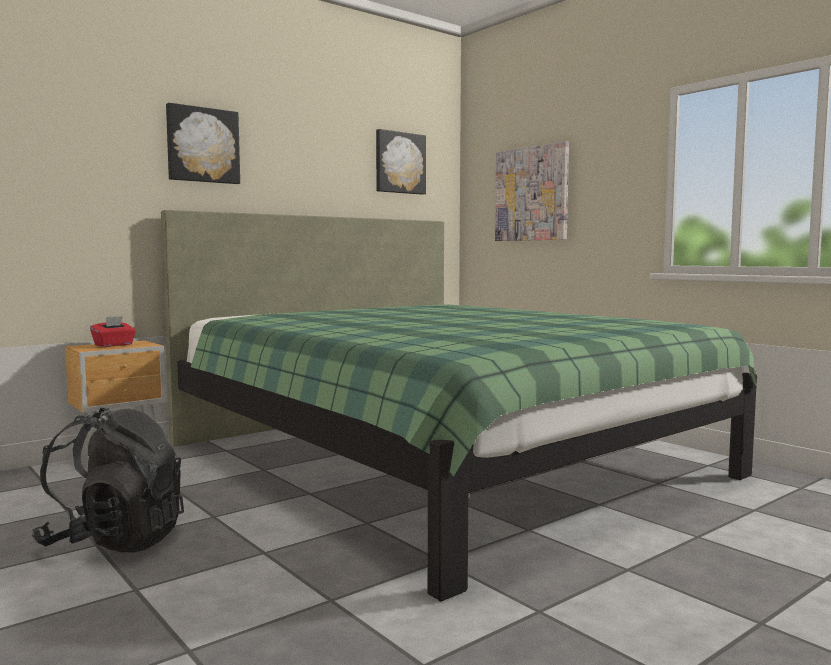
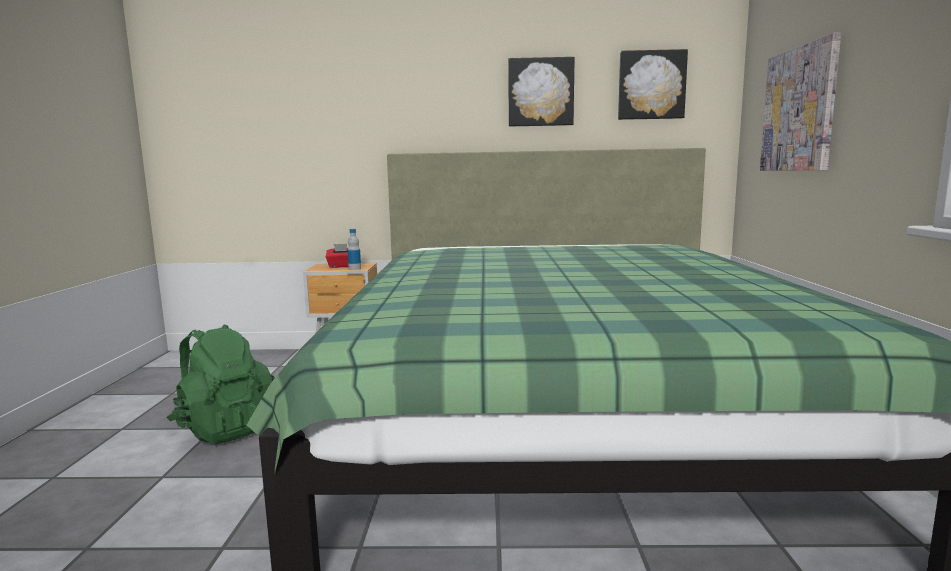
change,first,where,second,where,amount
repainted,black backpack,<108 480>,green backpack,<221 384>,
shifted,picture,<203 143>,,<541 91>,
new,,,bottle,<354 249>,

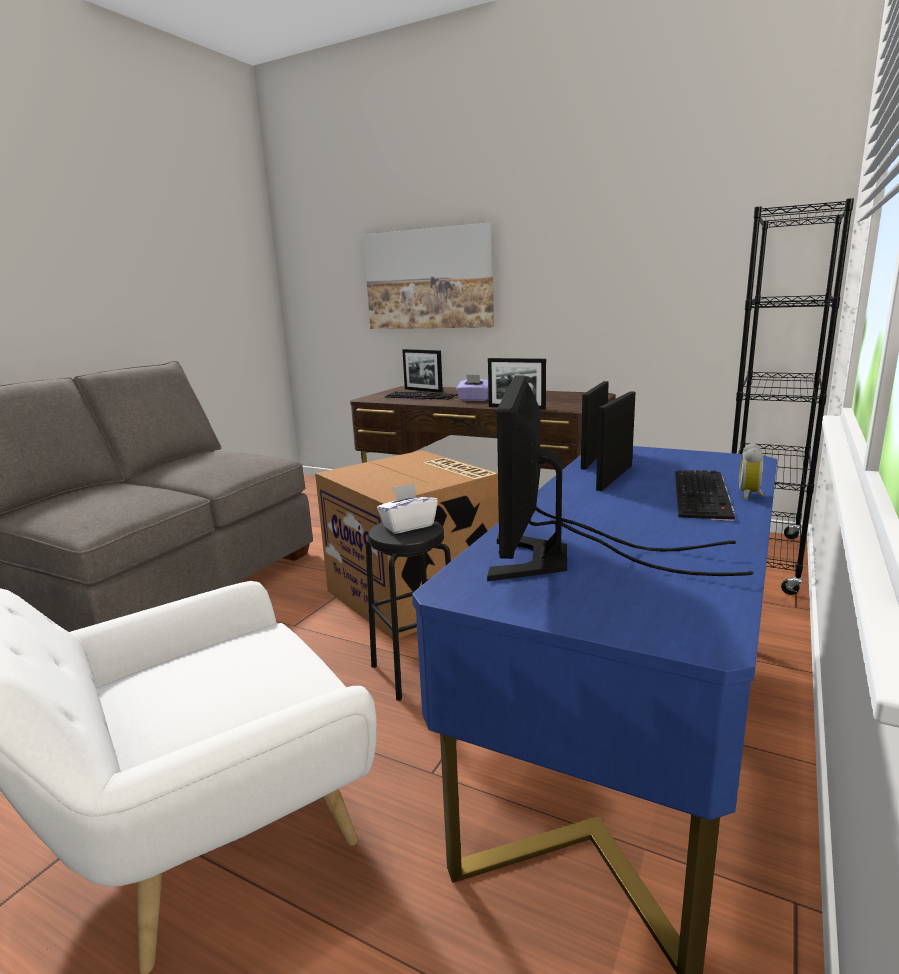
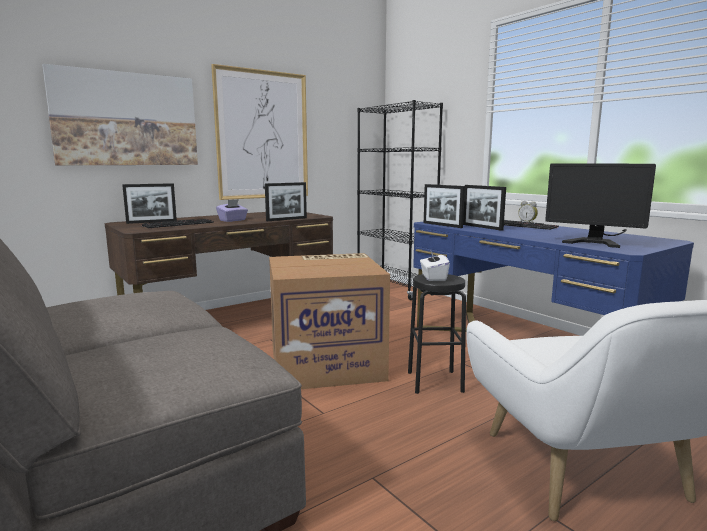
change,first,where,second,where,amount
new,,,picture,<259 132>,

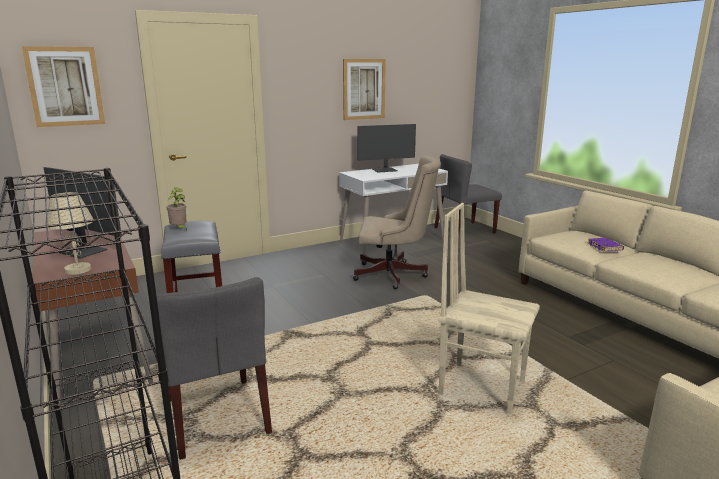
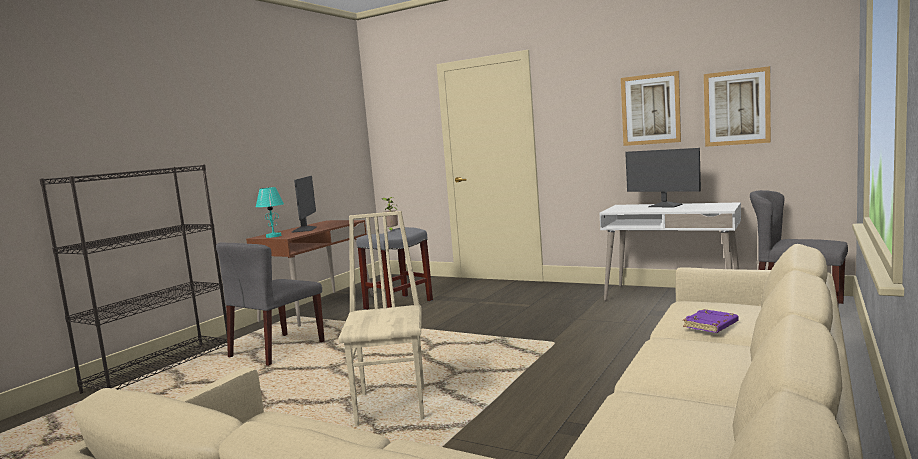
change,first,where,second,where,amount
shifted,picture,<63 86>,,<737 106>,
repainted,beige table lamp,<69 233>,turquoise table lamp,<270 212>,
gone,beige office chair,<397 222>,,,

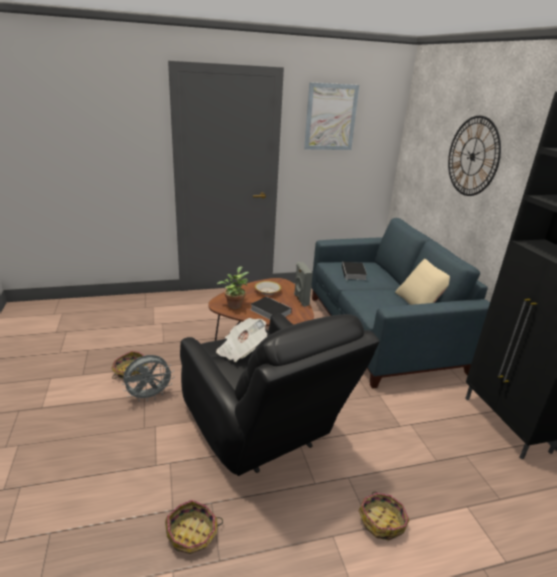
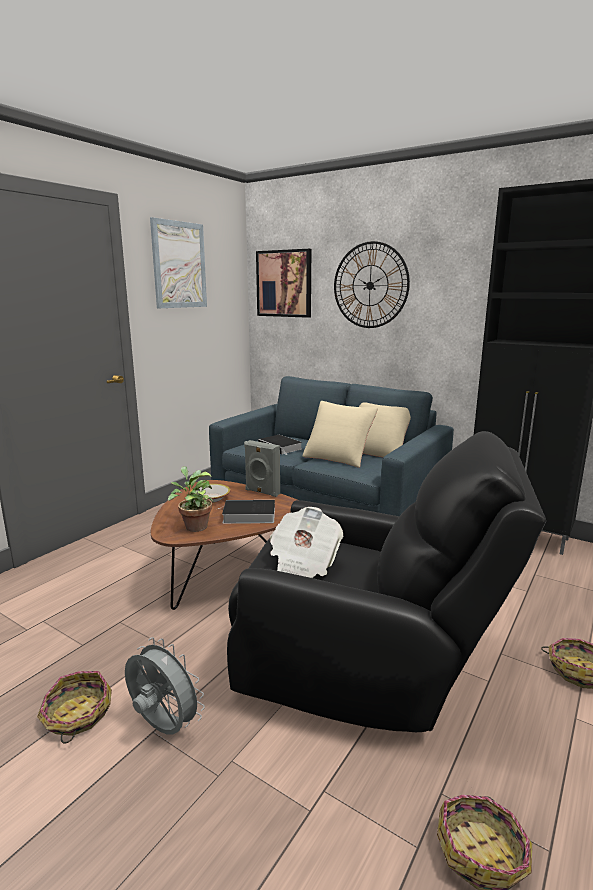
change,first,where,second,where,amount
rotated,grey fan,<148 378>,,<165 686>,75 degrees counterclockwise
new,,,picture,<283 283>,
new,,,beige pillow,<340 434>,

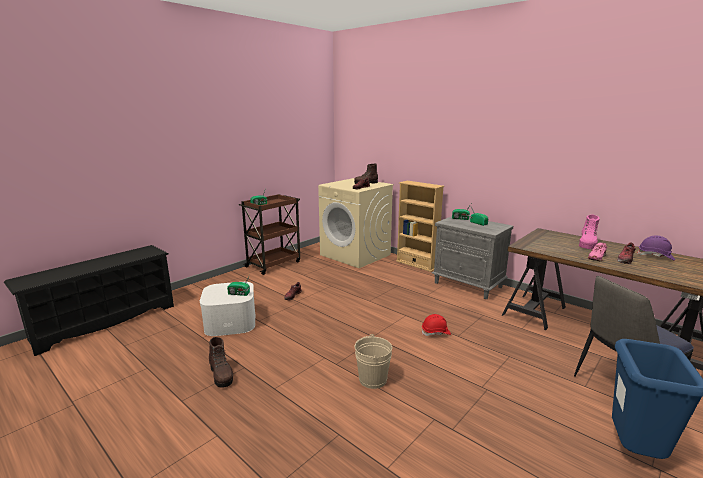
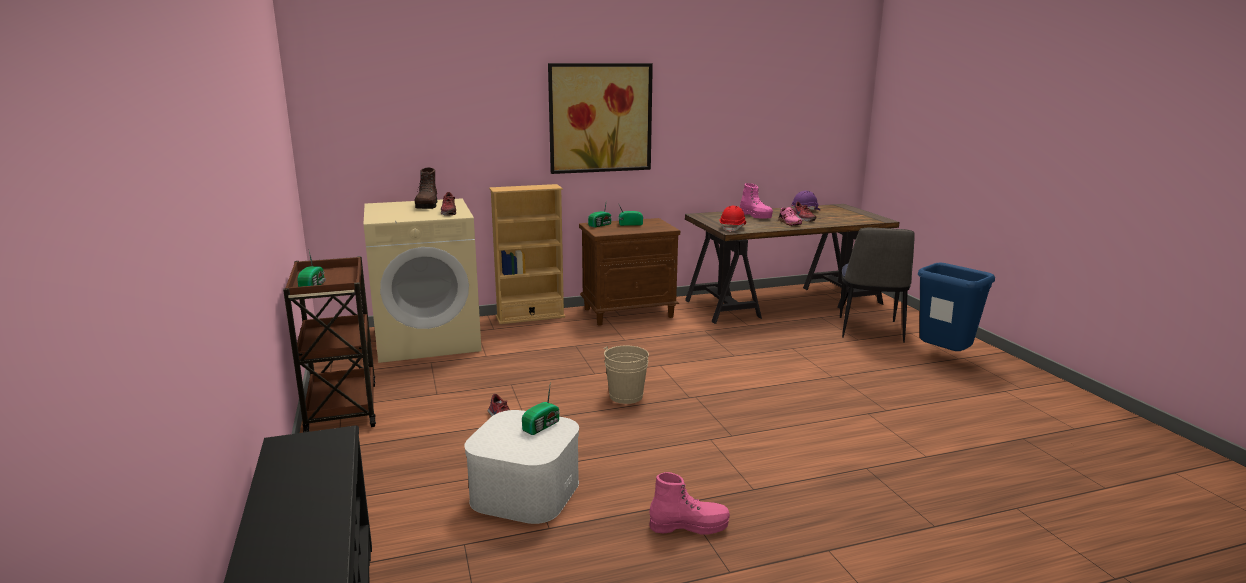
change,first,where,second,where,amount
repainted,brown boot,<221 362>,pink boot,<689 503>,
shifted,beige bucket,<373 361>,,<626 375>,
shifted,red hard hat,<436 325>,,<732 219>,
repainted,grey nightstand,<472 257>,brown nightstand,<629 272>,
new,,,picture,<600 118>,

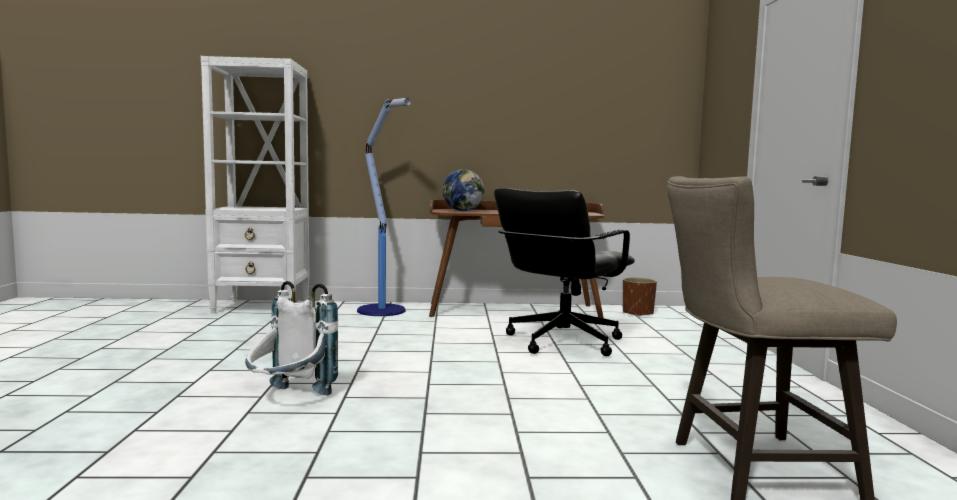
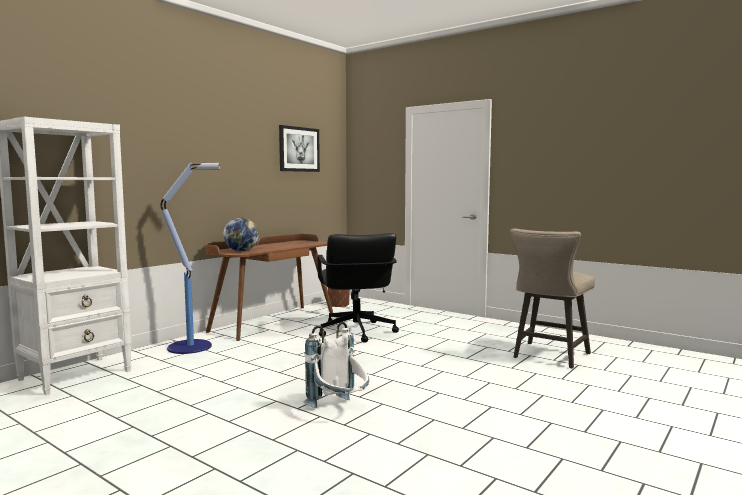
change,first,where,second,where,amount
new,,,picture,<299 148>,

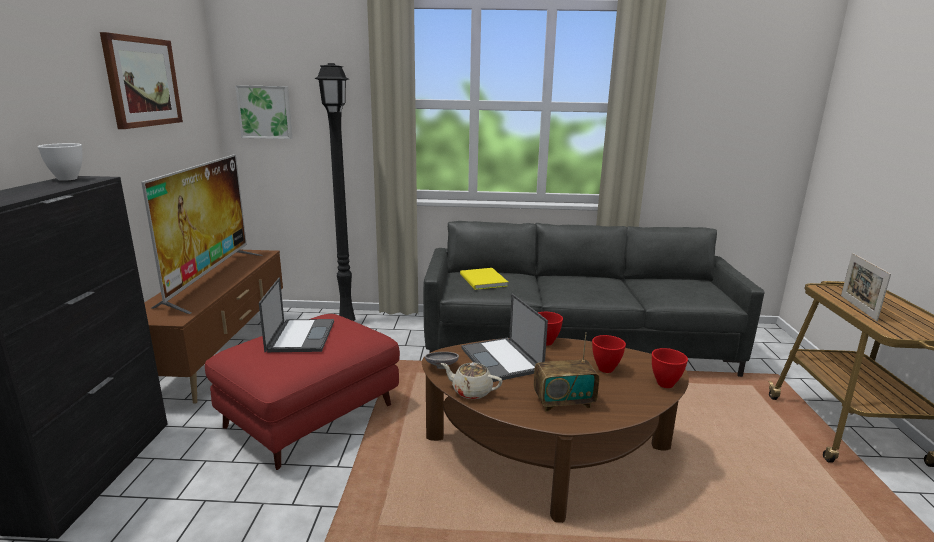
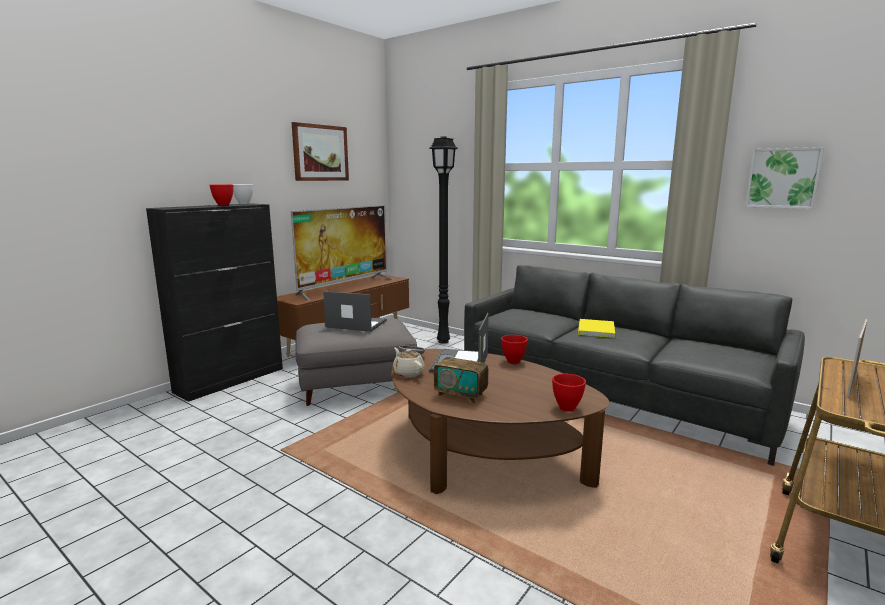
change,first,where,second,where,amount
repainted,red ottoman,<302 392>,grey ottoman,<356 362>,
shifted,picture,<263 112>,,<784 178>,
rotated,laptop,<296 314>,,<355 311>,105 degrees counterclockwise
shifted,yellow book,<484 279>,,<596 328>,
shifted,red bowl,<609 354>,,<221 195>,

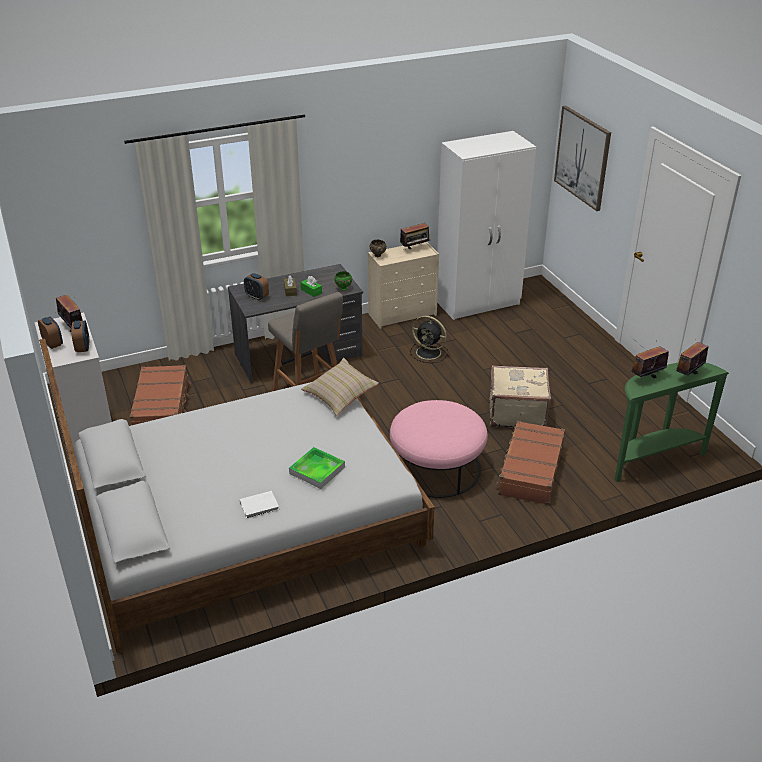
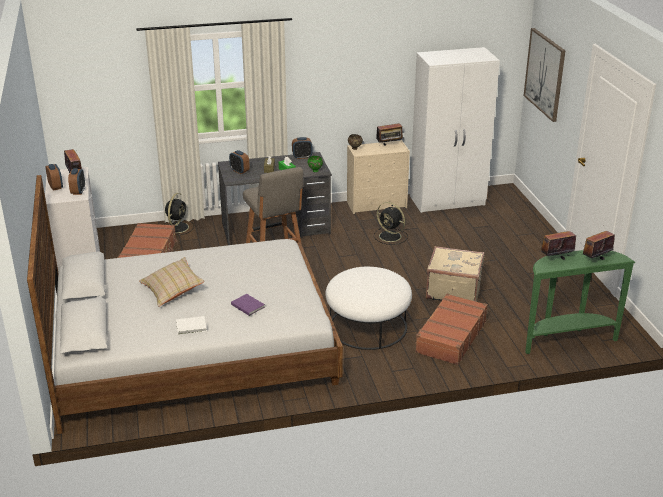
change,first,where,second,where,amount
swapped,tray,<317 468>,purple book,<248 305>,
shifted,beige pillow,<340 387>,,<172 282>,
repainted,pink ottoman,<439 449>,white ottoman,<368 308>,
new,,,black fan,<179 214>,
new,,,alarm clock,<302 148>,

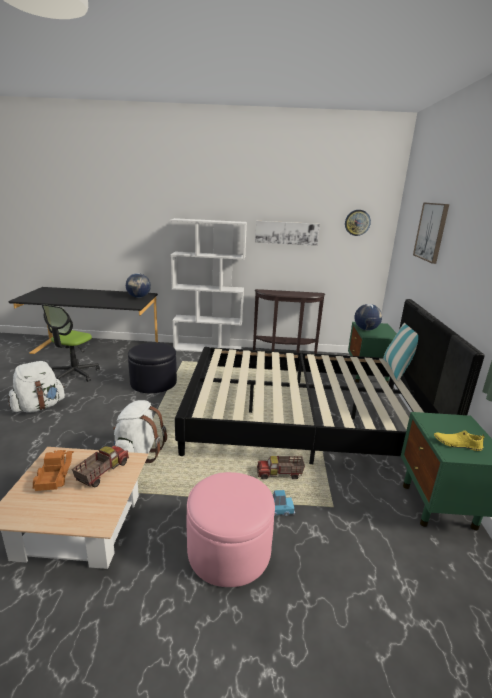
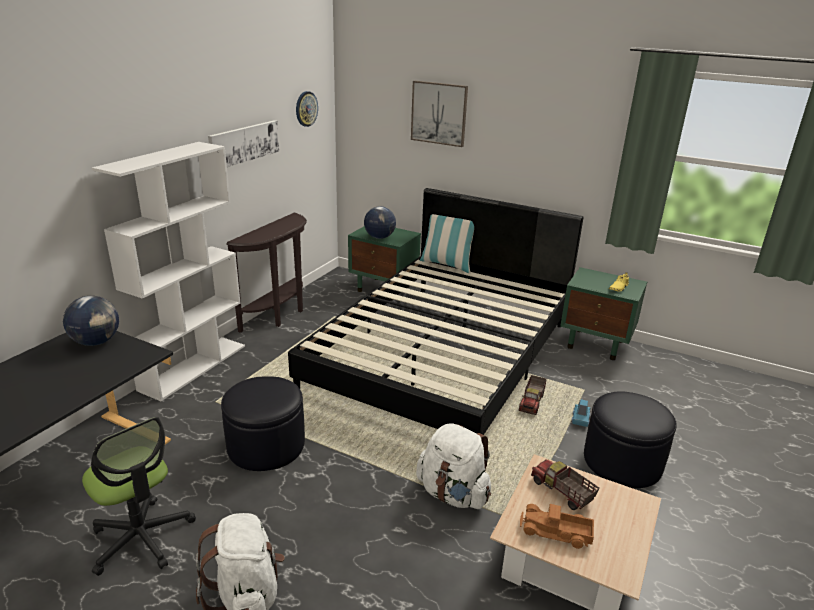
change,first,where,second,where,amount
repainted,pink ottoman,<231 529>,black ottoman,<630 439>,

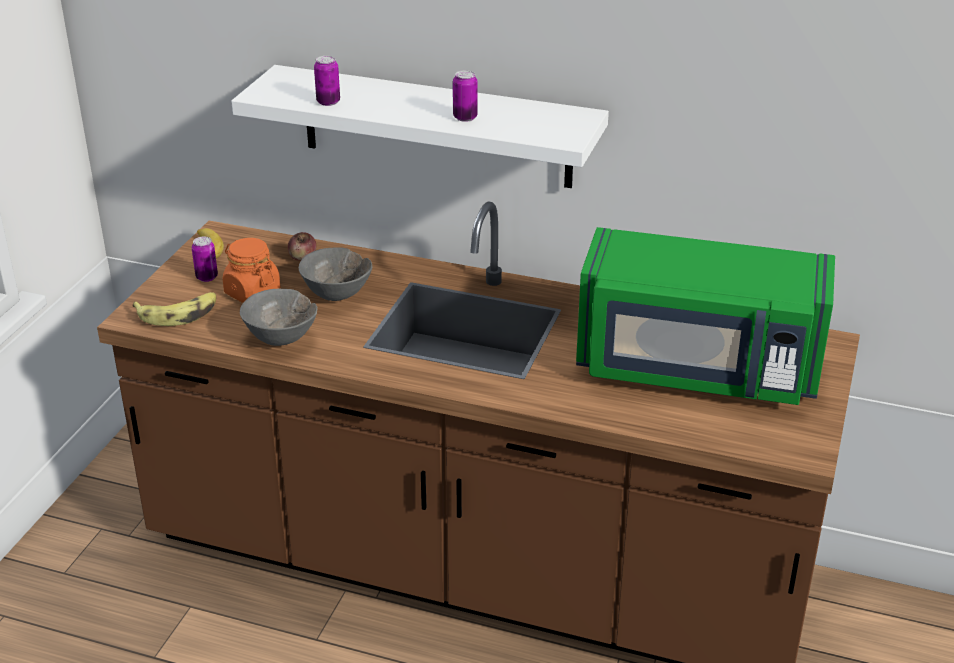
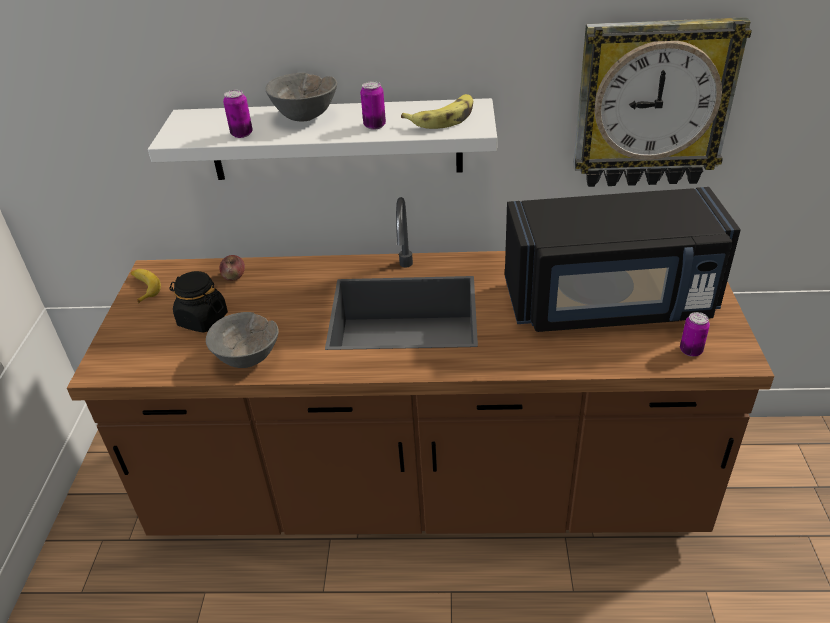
change,first,where,second,where,amount
shifted,banana,<174 309>,,<437 111>,
shifted,can,<205 259>,,<695 334>,
repainted,orange jar,<252 270>,black jar,<198 302>,
shifted,grey bowl,<335 274>,,<301 97>,
repainted,green microwave,<705 316>,black microwave,<623 259>,
new,,,wall clock,<662 102>,

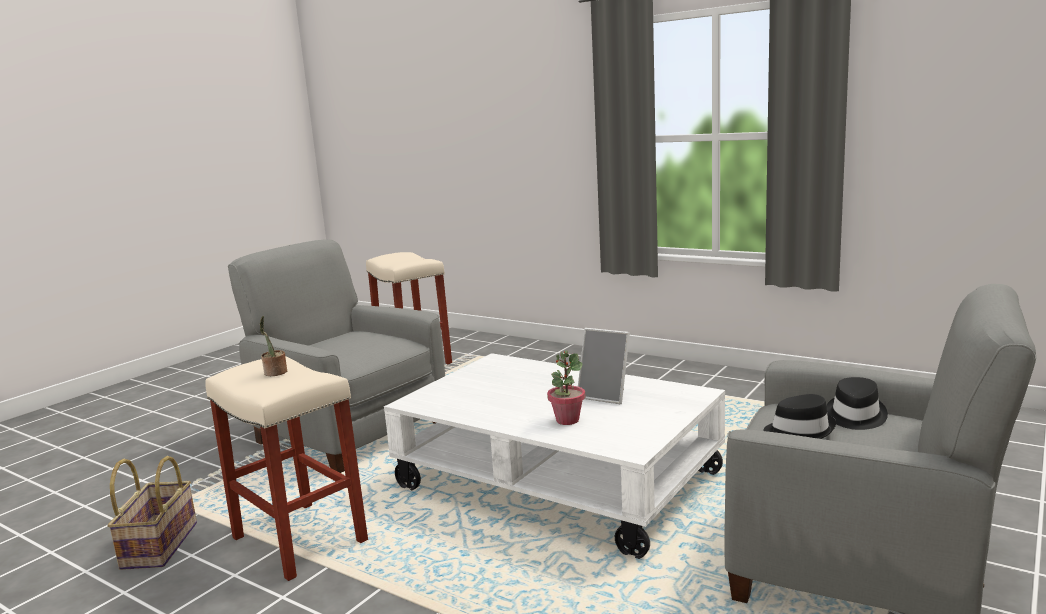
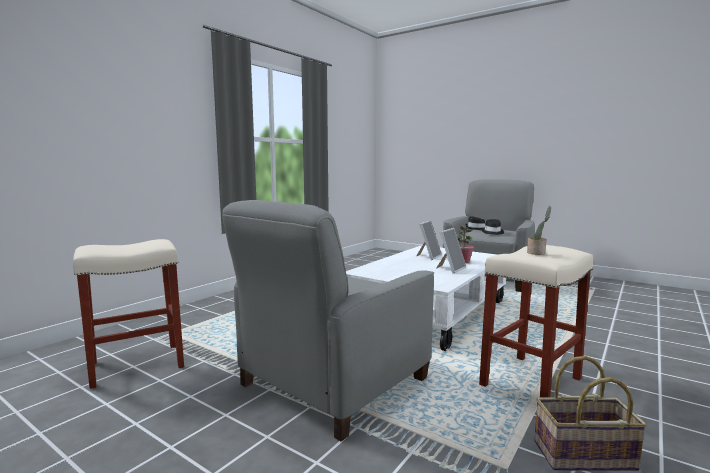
change,first,where,second,where,amount
new,,,picture frame,<451 250>,

